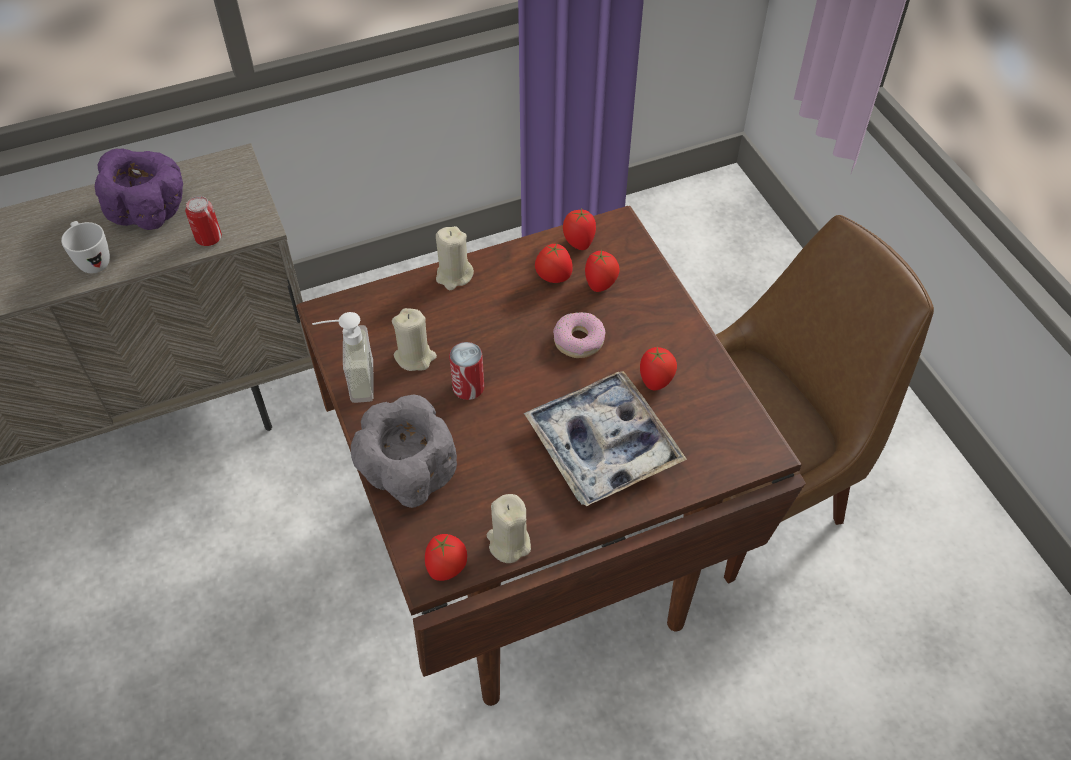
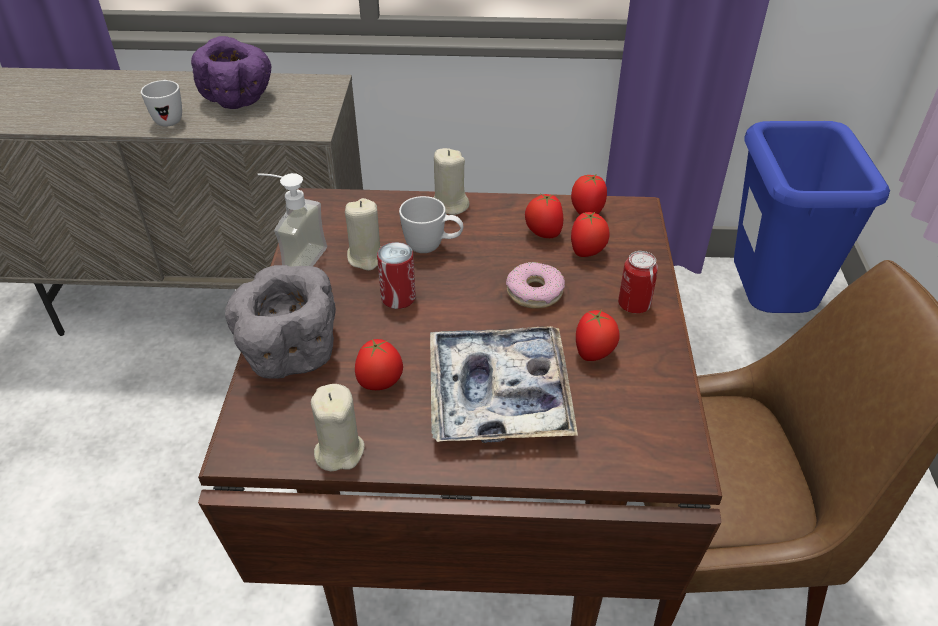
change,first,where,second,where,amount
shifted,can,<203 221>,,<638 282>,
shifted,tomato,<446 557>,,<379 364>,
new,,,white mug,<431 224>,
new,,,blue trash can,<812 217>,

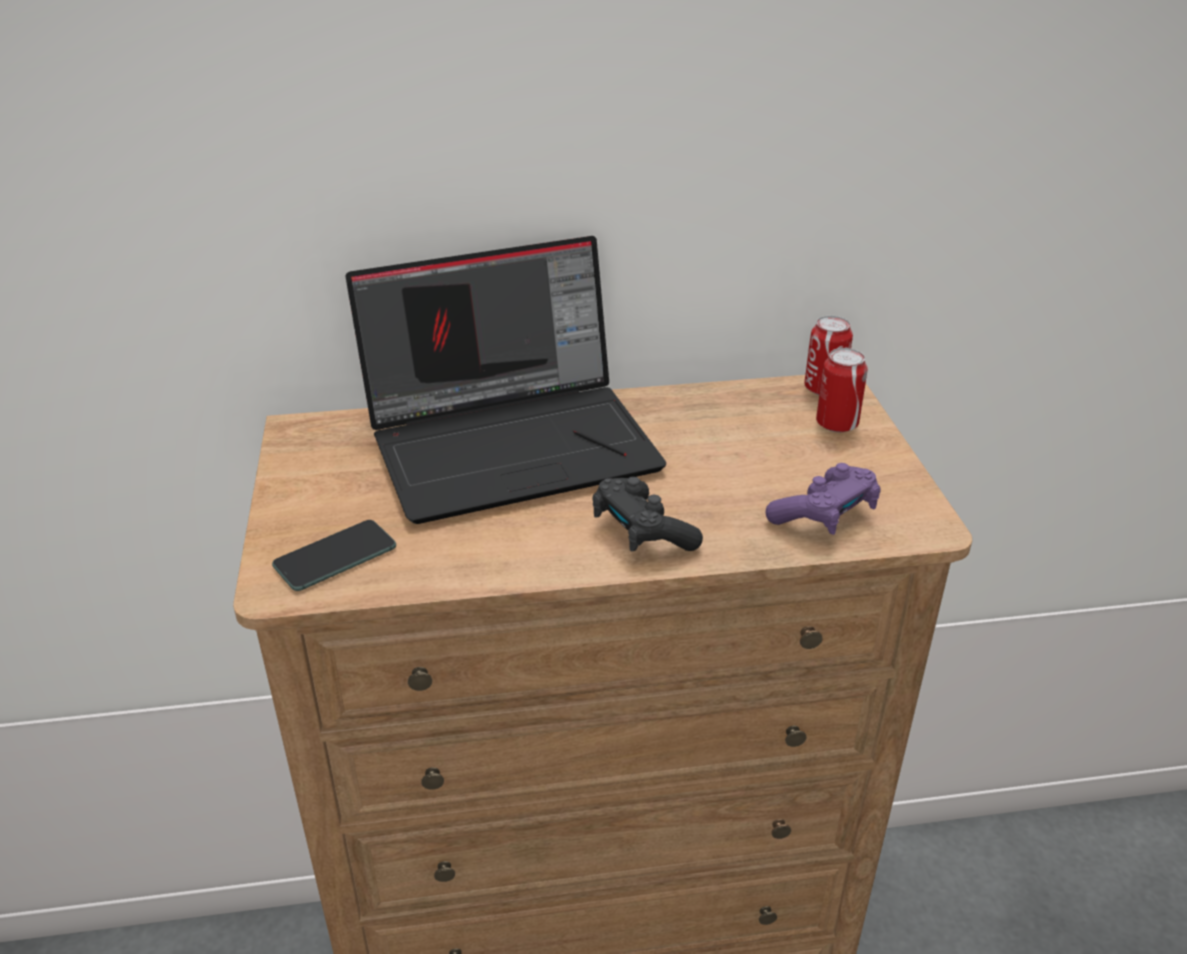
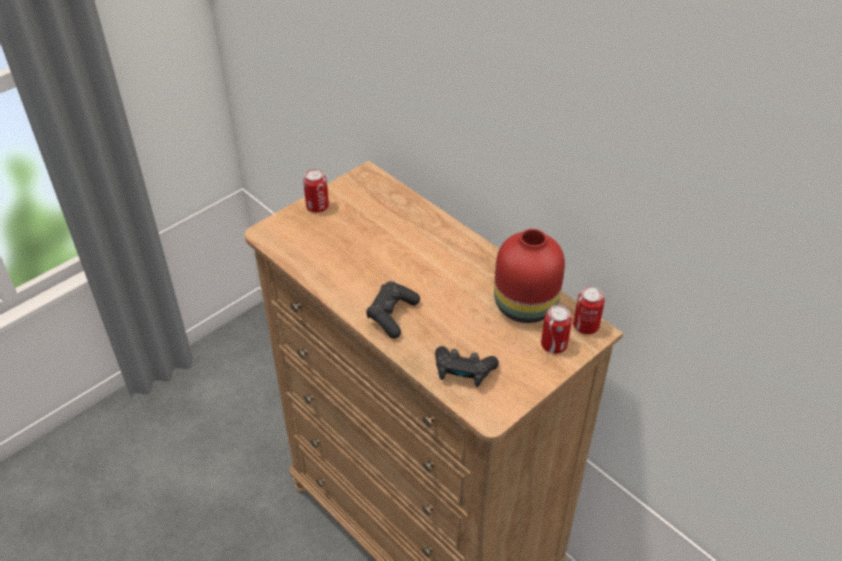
change,first,where,second,where,amount
gone,phone,<334 555>,,,
gone,laptop,<506 380>,,,
repainted,purple game controller,<823 499>,black game controller,<467 366>,
new,,,can,<316 191>,
new,,,red vase,<529 276>,

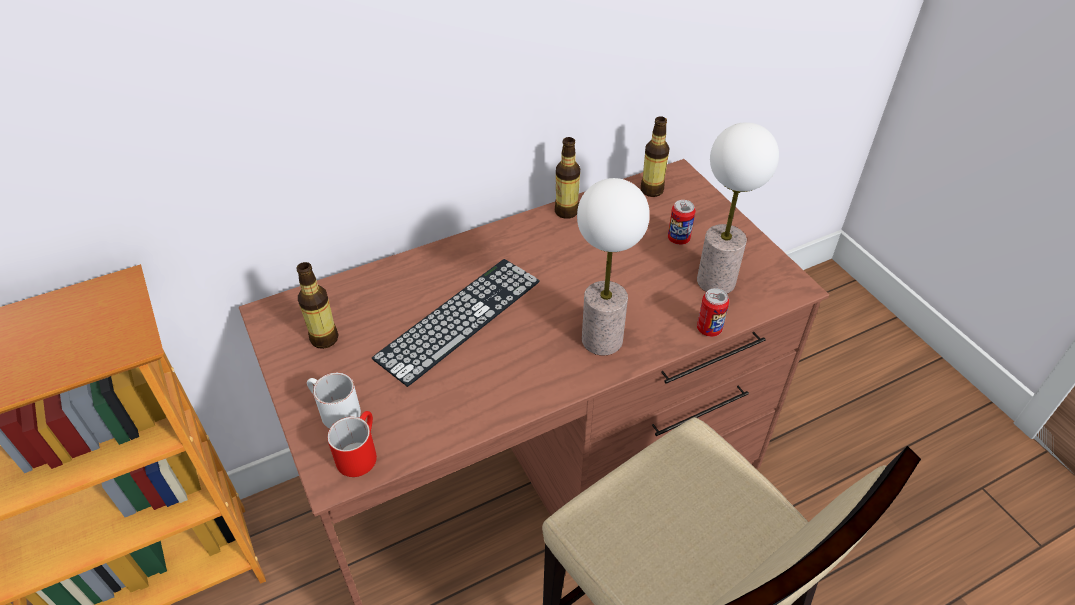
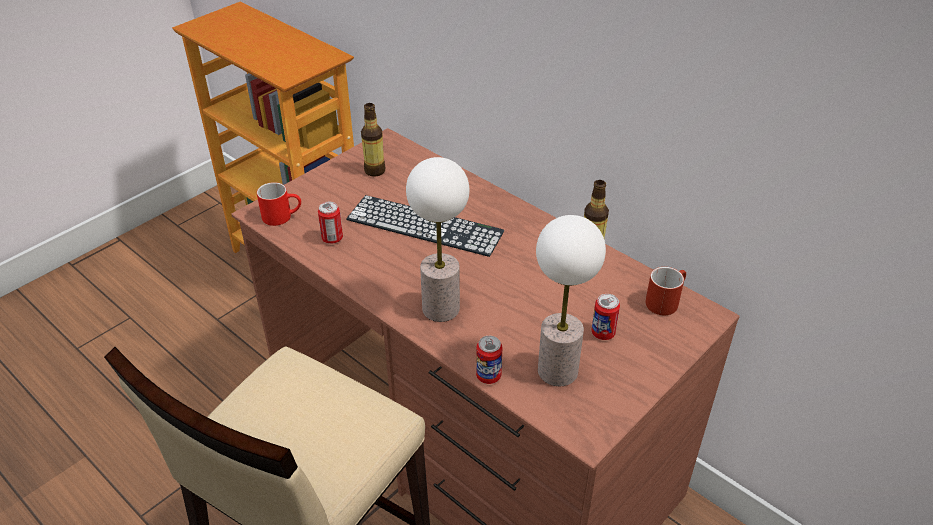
change,first,where,second,where,amount
gone,white mug,<334 400>,,,
swapped,bottle,<655 156>,red mug,<665 291>,
new,,,can,<330 223>,

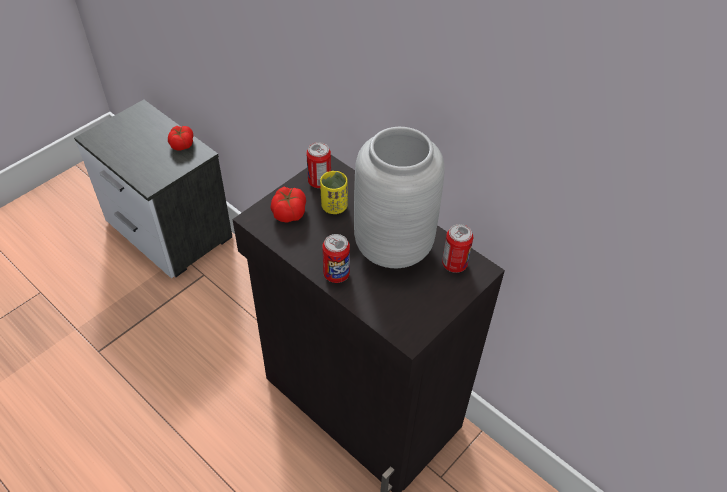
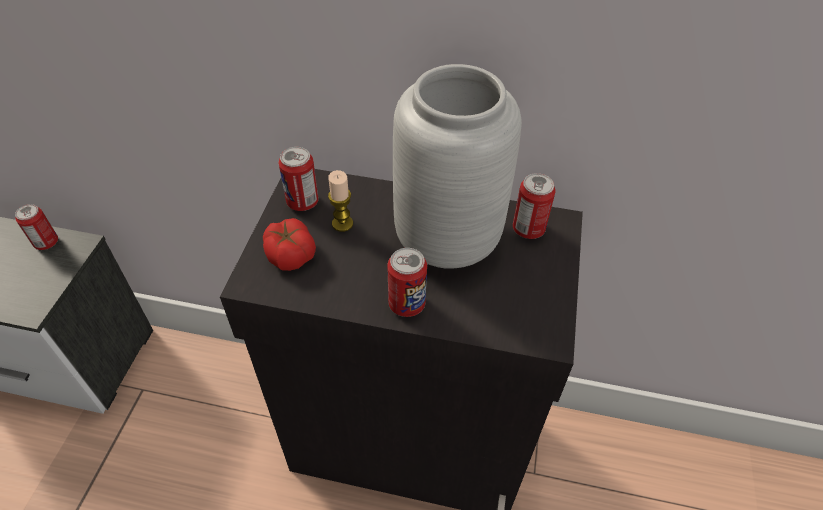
change,first,where,second,where,amount
swapped,tomato,<180 138>,can,<36 227>,
swapped,yellow cup,<334 192>,candle,<340 201>,

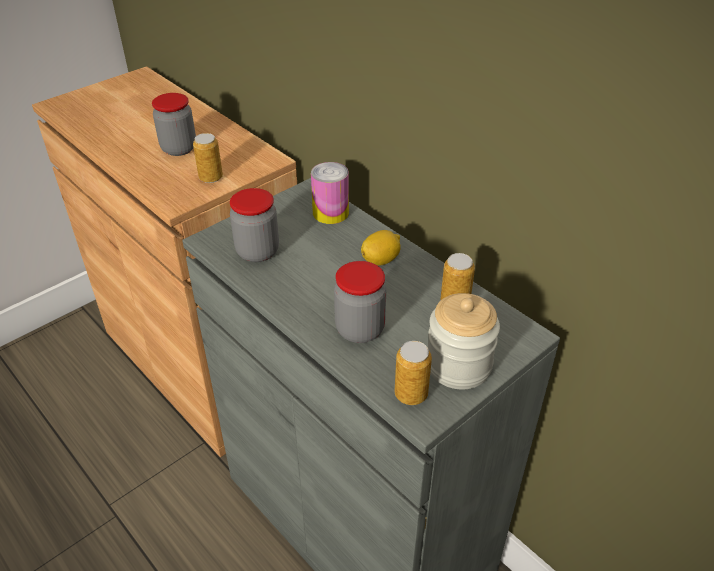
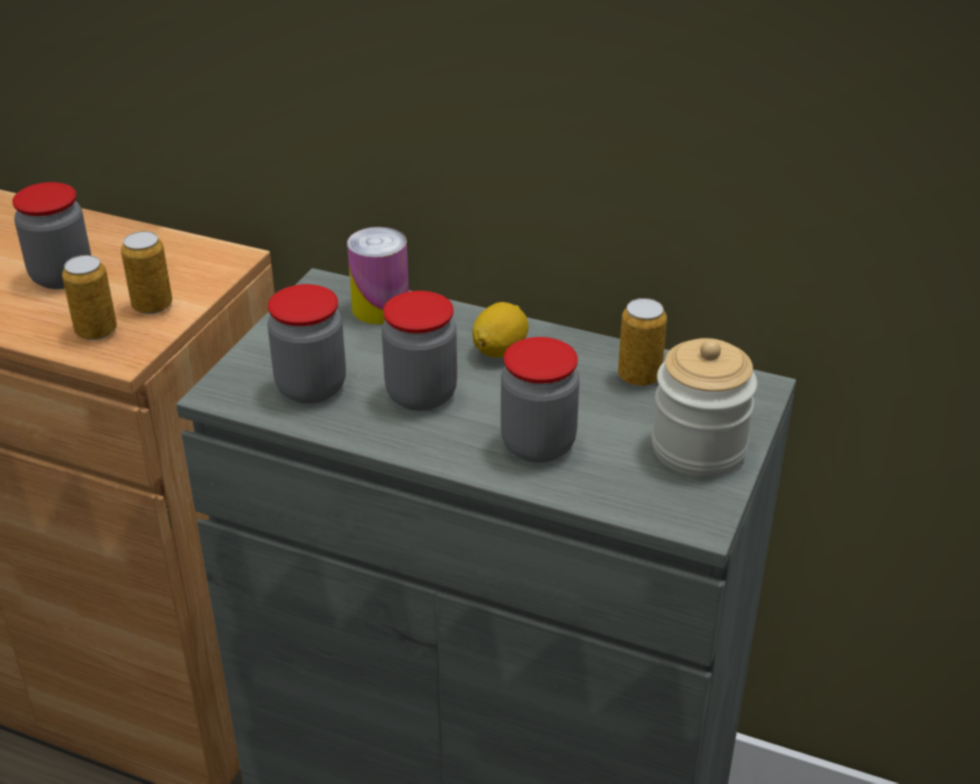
change,first,where,second,where,amount
shifted,can,<413 373>,,<89 297>,
new,,,jar,<419 351>,

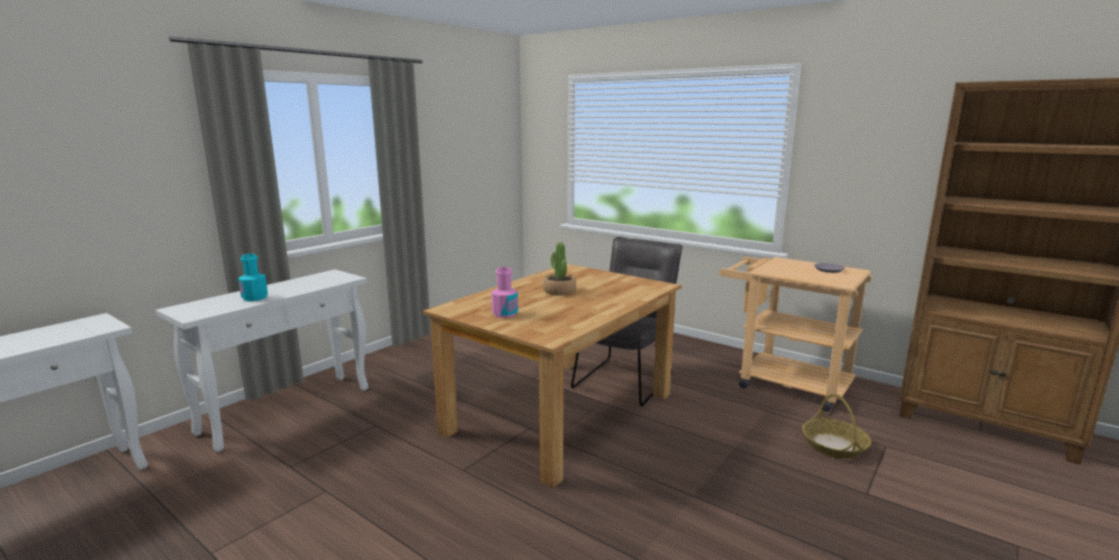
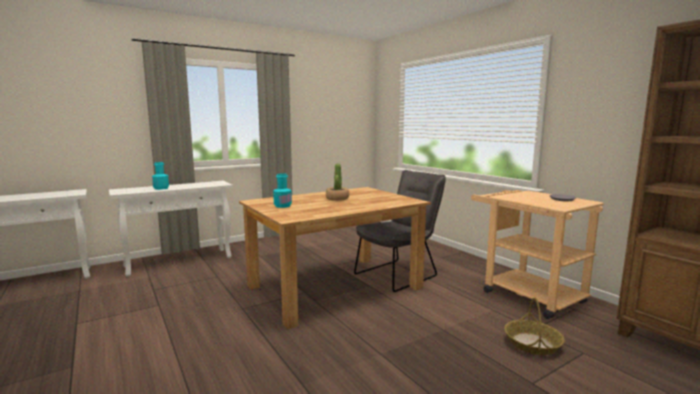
change,first,where,second,where,amount
repainted,pink bottle,<504 292>,turquoise bottle,<282 190>,

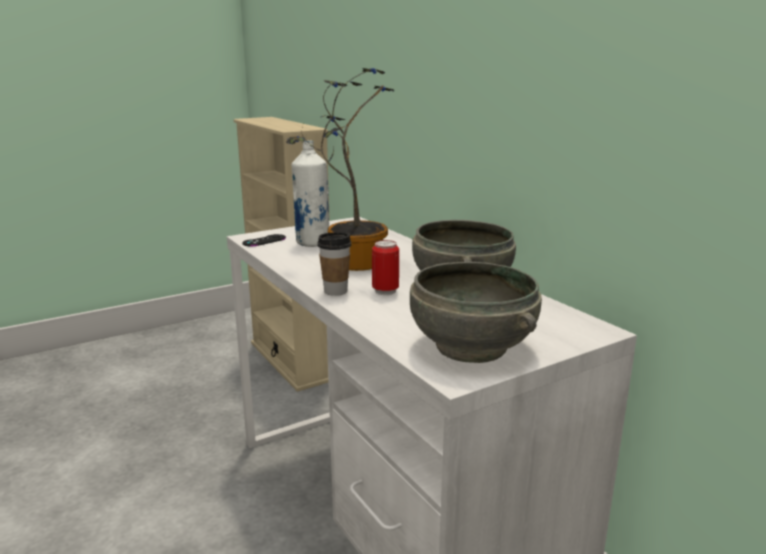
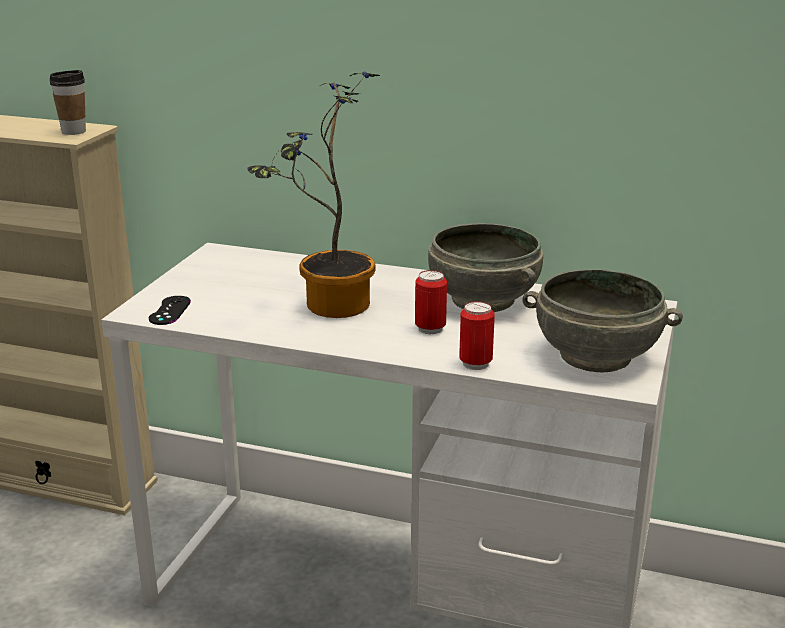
change,first,where,second,where,amount
gone,white bottle,<310 193>,,,
shifted,cup,<334 264>,,<67 102>,
new,,,can,<477 335>,

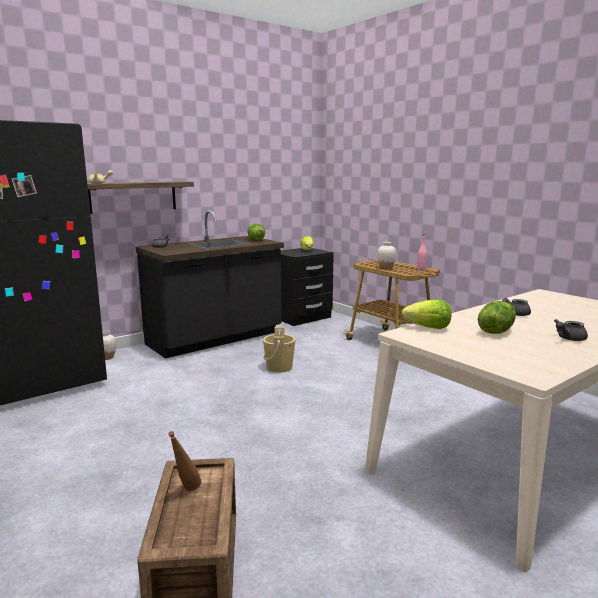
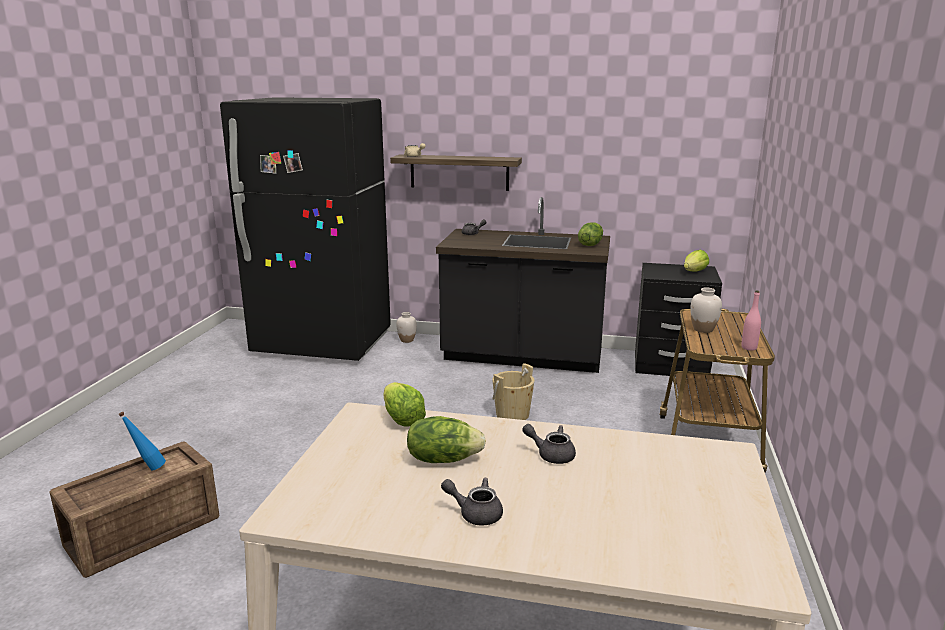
change,first,where,second,where,amount
repainted,brown bottle,<184 461>,blue bottle,<142 441>,

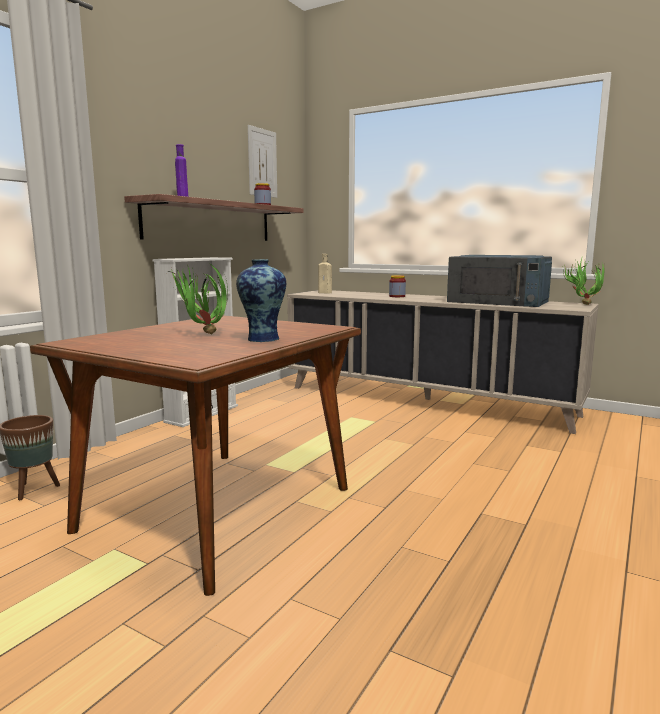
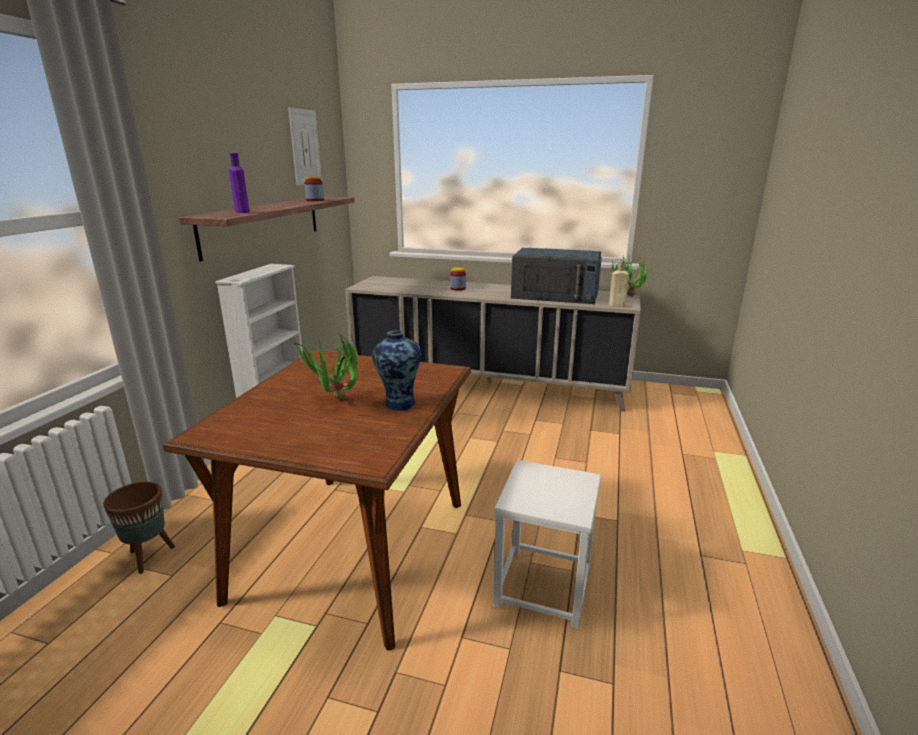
change,first,where,second,where,amount
shifted,beige bottle,<325 274>,,<619 283>,
new,,,white stool,<547 544>,

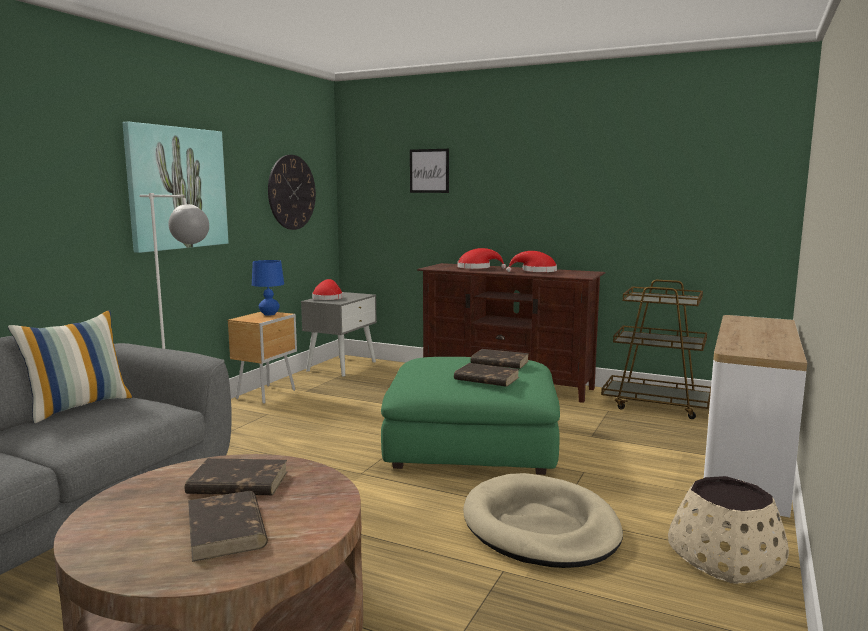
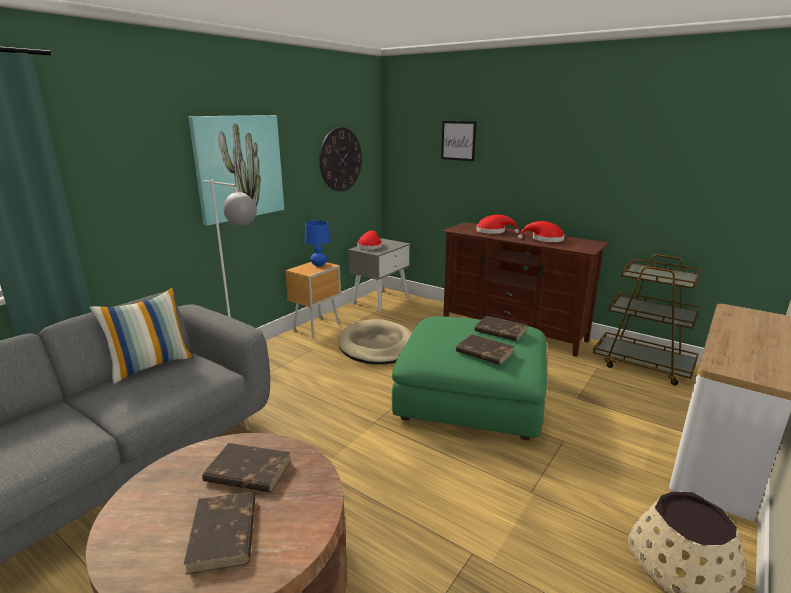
change,first,where,second,where,amount
shifted,beige dog bed,<543 520>,,<375 342>,

